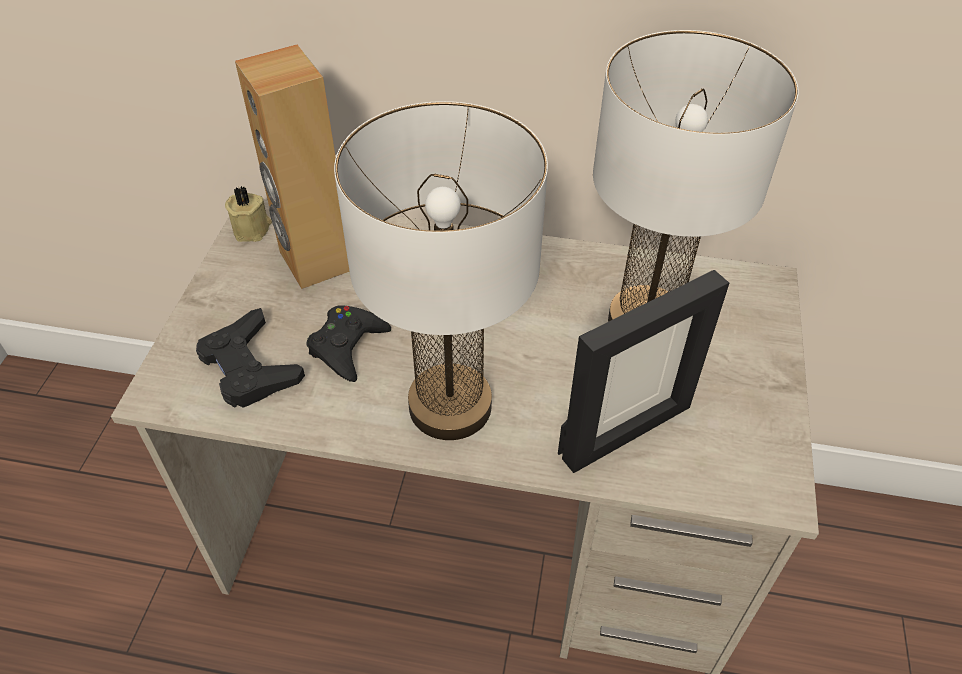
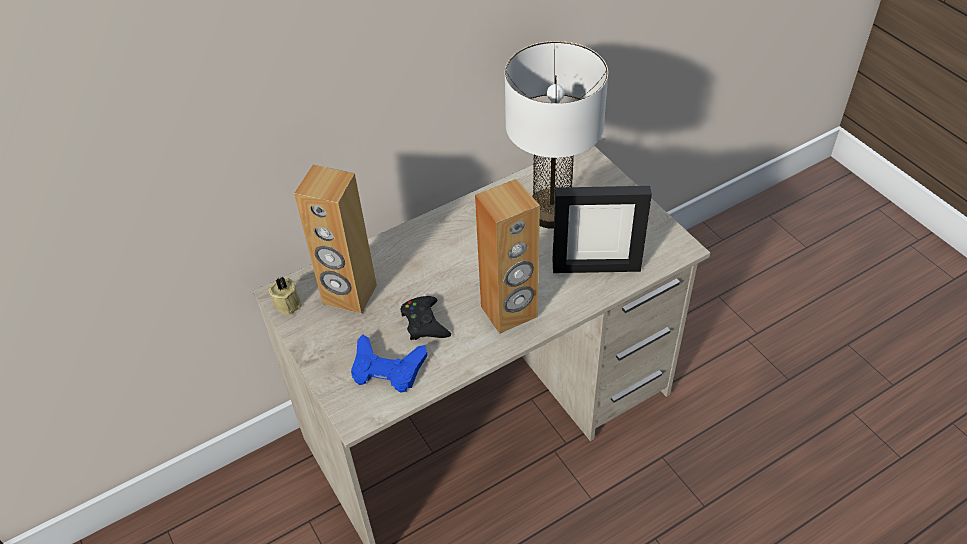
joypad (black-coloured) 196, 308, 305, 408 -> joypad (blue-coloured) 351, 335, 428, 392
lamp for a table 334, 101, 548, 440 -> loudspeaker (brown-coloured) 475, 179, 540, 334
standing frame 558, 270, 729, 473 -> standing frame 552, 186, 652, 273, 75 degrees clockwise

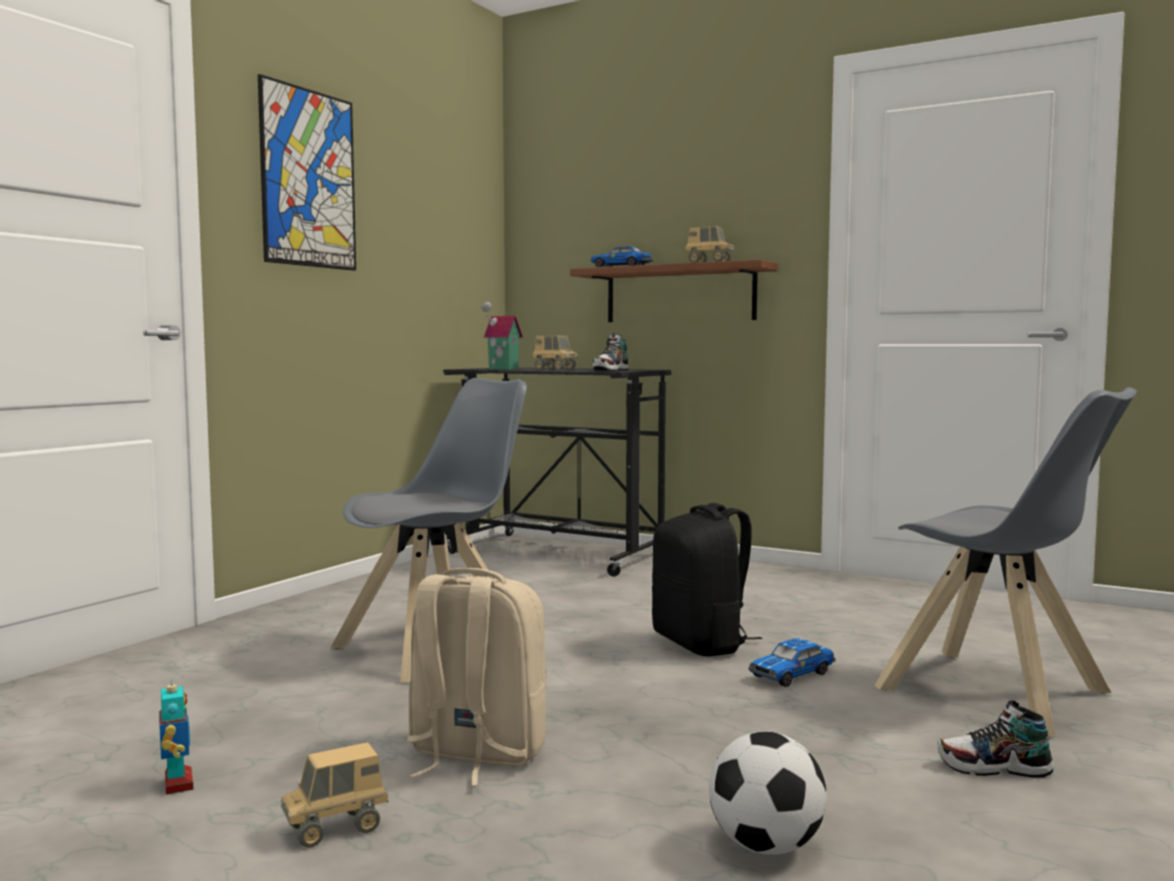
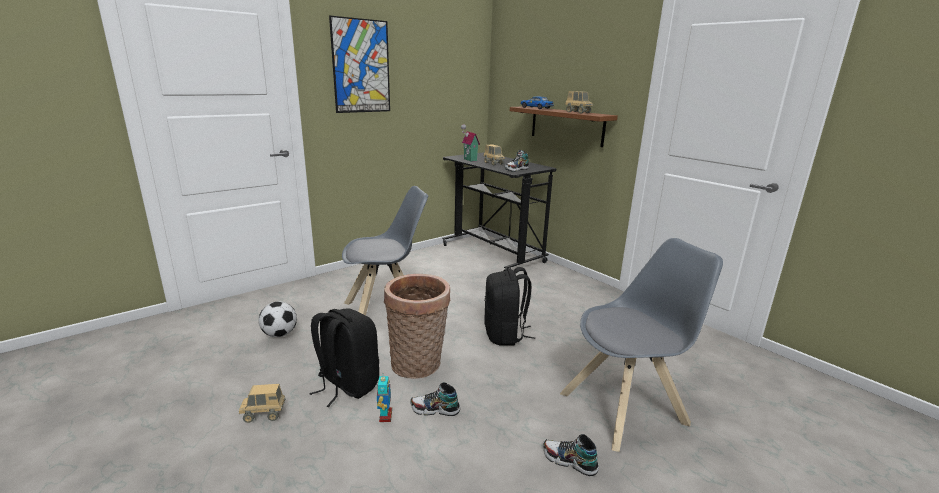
robot figure 159, 674, 193, 795 -> robot figure 377, 375, 392, 422, shifted
rucksack (sand-coloured) 406, 568, 547, 787 -> rucksack (black-coloured) 309, 308, 379, 407
football ball 709, 731, 827, 855 -> football ball 259, 301, 297, 337, shifted
miniature car 748, 638, 835, 687 -> none
chair (greyish) 874, 387, 1137, 737 -> chair (greyish) 560, 238, 723, 452, 90 degrees counterclockwise
none -> basket 384, 274, 450, 379
none -> low shoe 410, 382, 460, 416

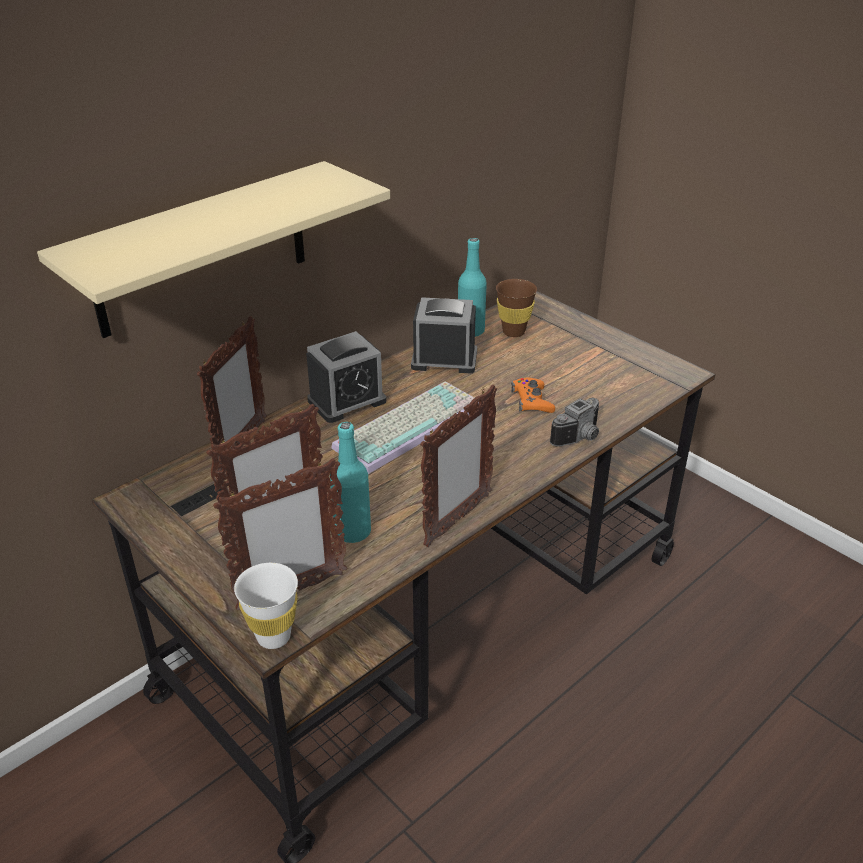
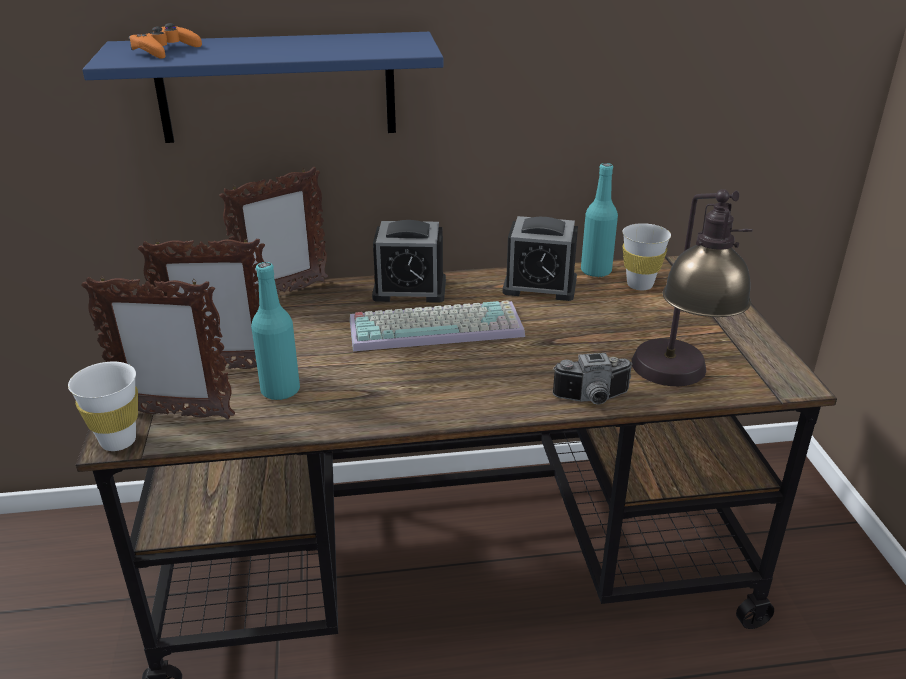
wall shelf (sand-coloured) 37, 161, 390, 338 -> wall shelf (blue-coloured) 82, 32, 443, 143
alarm clock 411, 297, 477, 374 -> alarm clock 503, 216, 578, 301, 150 degrees clockwise
standing frame 420, 384, 497, 547 -> none
small cup (brown-coloured) 496, 279, 537, 337 -> small cup (white-coloured) 622, 223, 671, 290
joypad (orange-coloured) 511, 378, 555, 413 -> joypad (orange-coloured) 129, 23, 202, 59, shifted
none -> lamp for a table 631, 189, 753, 386

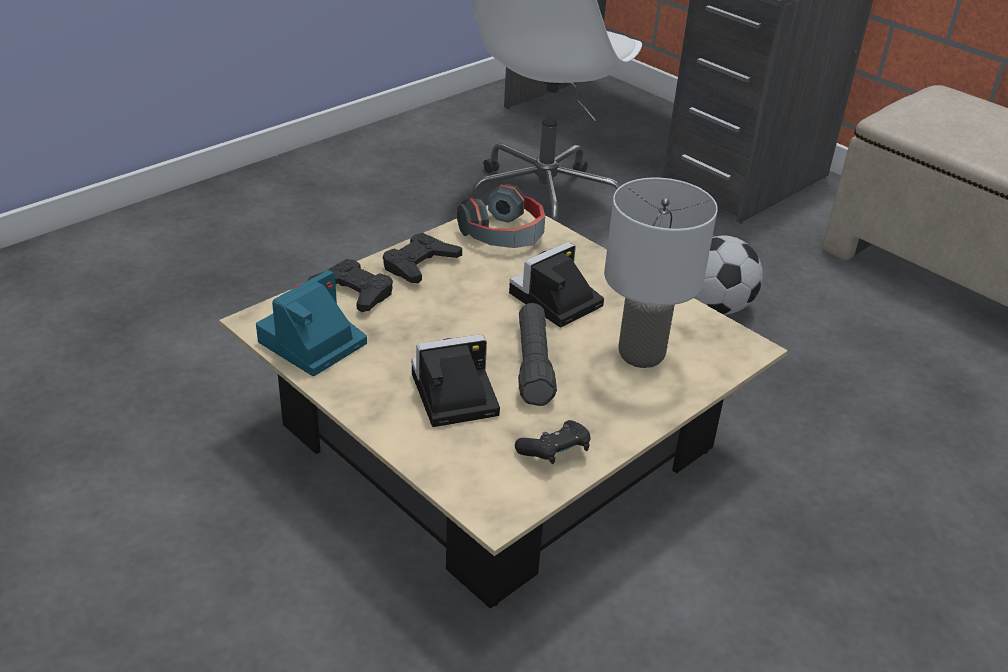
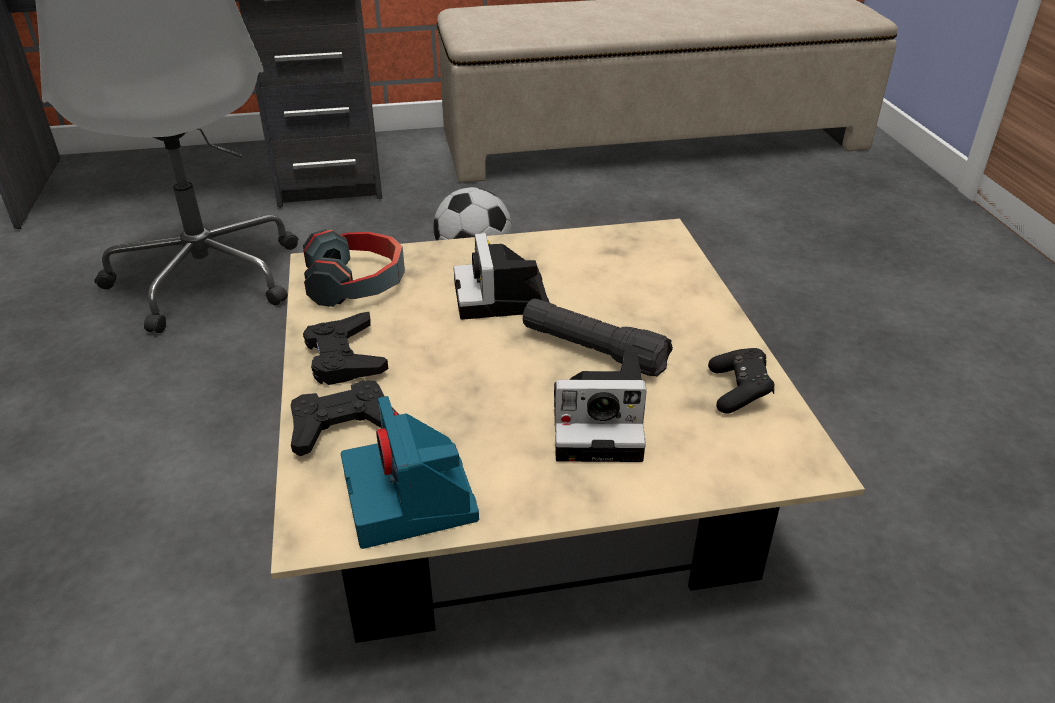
photo camera 411, 334, 500, 427 -> photo camera 554, 351, 647, 462, 105 degrees counterclockwise
lamp for a table (white-coloured) 604, 178, 718, 368 -> none

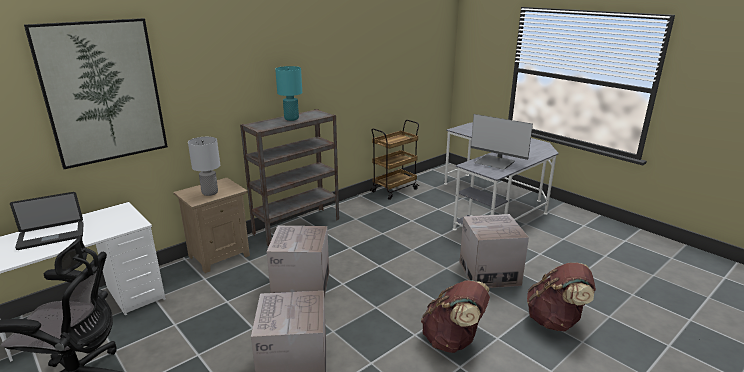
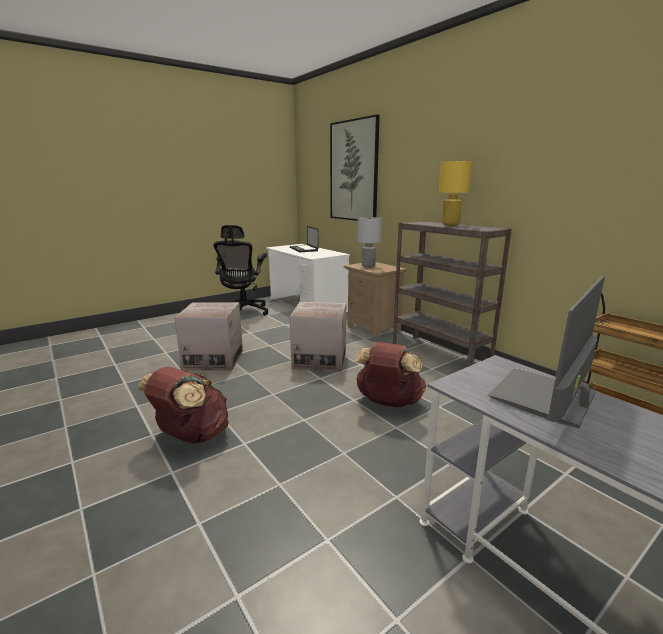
lamp for a table (turquoise) 275, 66, 302, 121 -> lamp for a table (yellow) 439, 161, 472, 226
cardboard box 460, 214, 529, 288 -> none
rucksack (brown-coloured) 527, 262, 596, 331 -> rucksack (brown-coloured) 354, 342, 426, 407, shifted

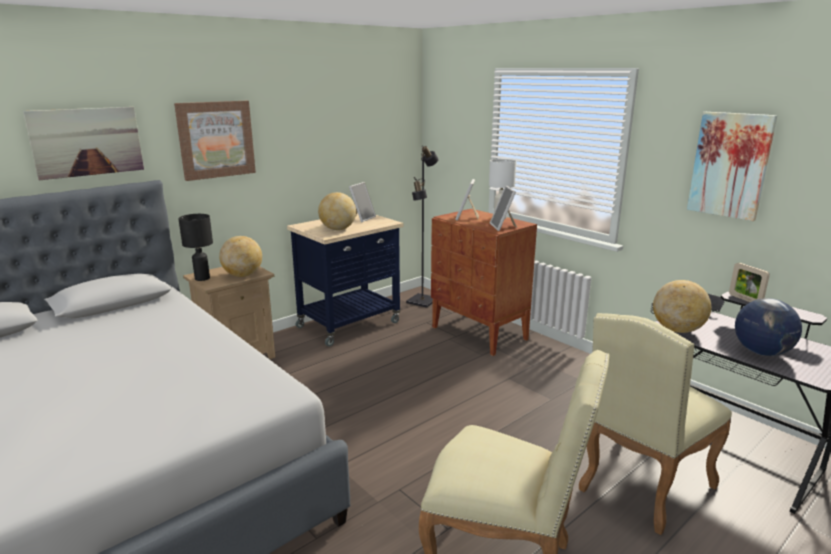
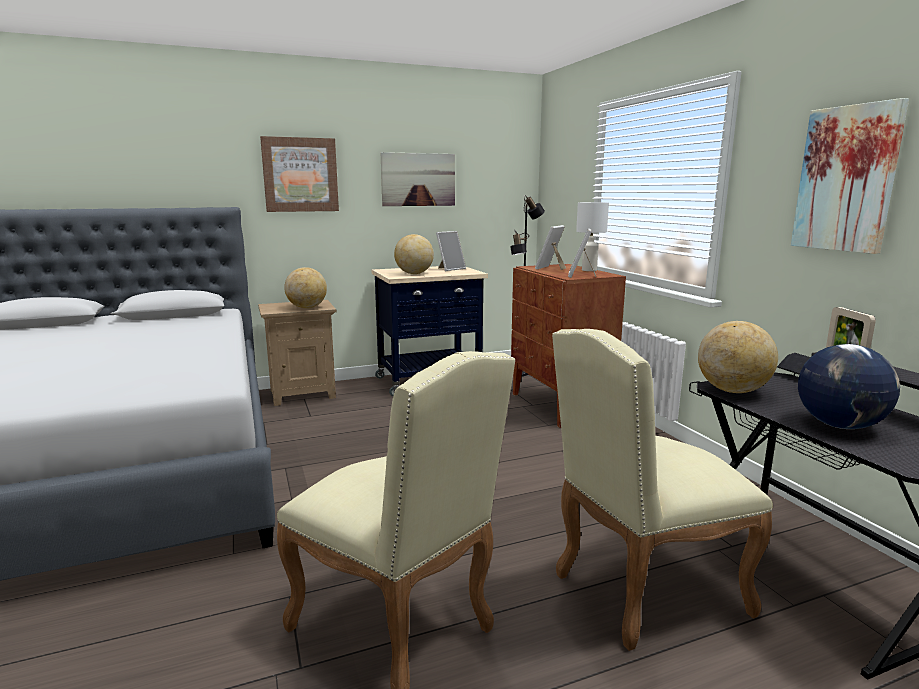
wall art 23, 107, 144, 180 -> wall art 381, 152, 455, 206, shifted
lamp for a table (black-coloured) 178, 214, 213, 281 -> none

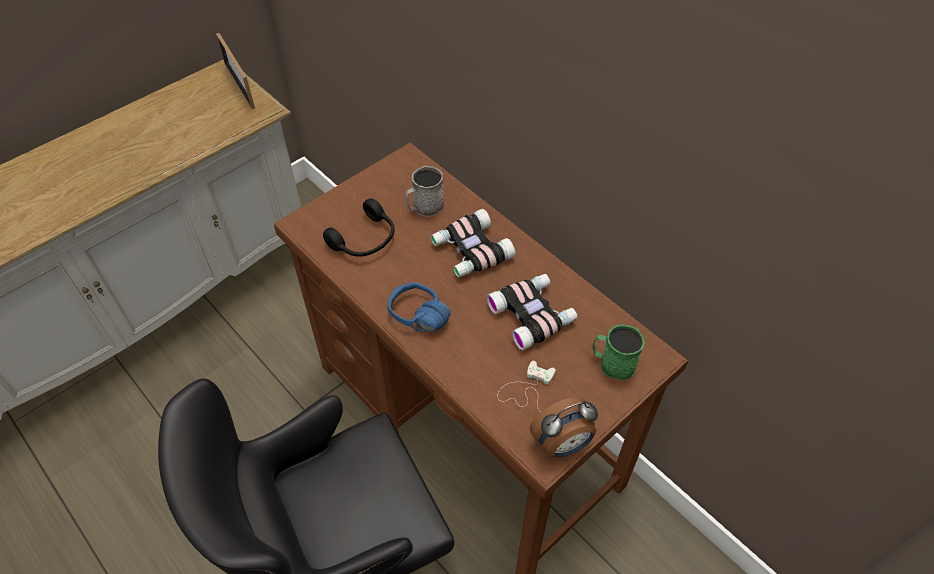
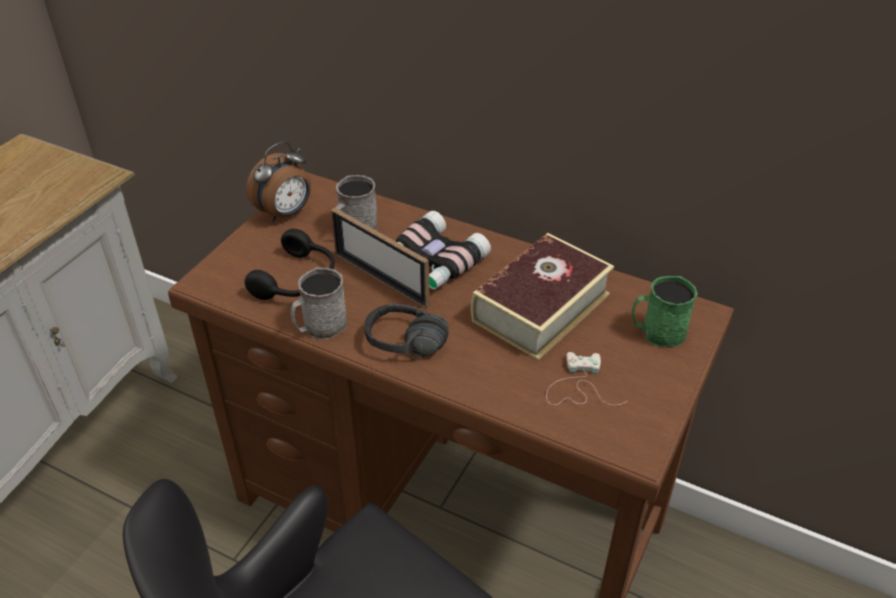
standing frame 216, 33, 255, 109 -> standing frame 331, 207, 430, 309, shifted
pair of headphones (blue-coloured) 388, 282, 451, 332 -> pair of headphones (black-coloured) 364, 304, 449, 358
pair of binoculars 487, 274, 578, 351 -> volume 471, 233, 614, 360
alarm clock 530, 397, 598, 457 -> alarm clock 246, 142, 311, 222, shifted
none -> mug (greyish) 291, 267, 347, 340

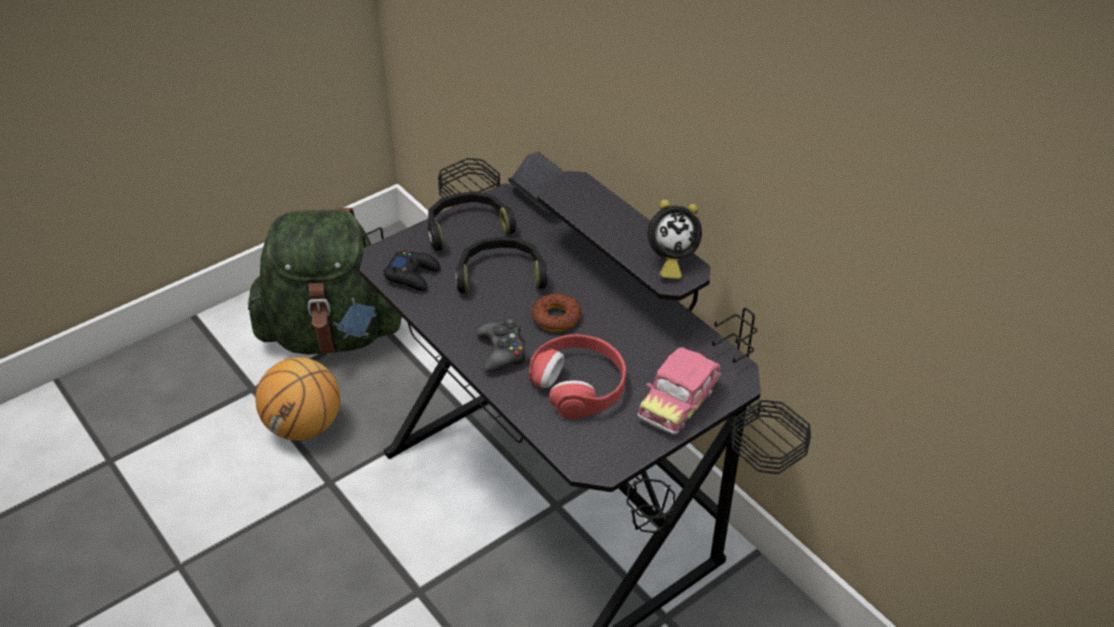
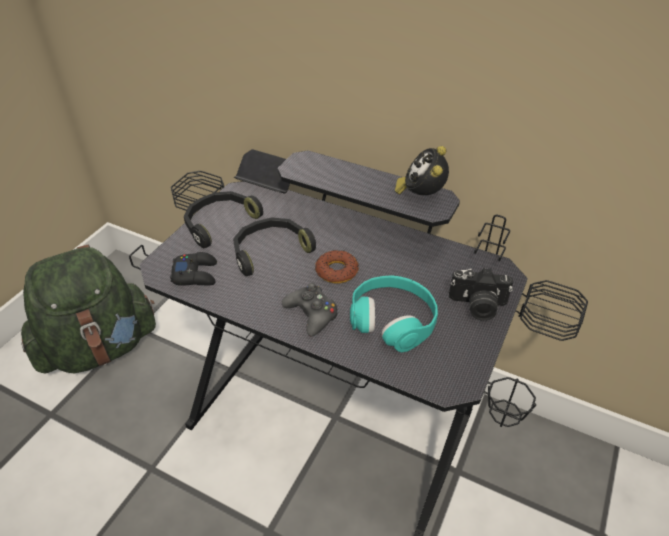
ball for basketball 255, 357, 340, 441 -> none
pair of headphones (reddish) 529, 334, 626, 419 -> pair of headphones (turquoise) 350, 275, 438, 352
miniature car 637, 347, 721, 435 -> photo camera 449, 268, 513, 321
alarm clock 648, 200, 702, 279 -> alarm clock 395, 146, 449, 195, 135 degrees clockwise

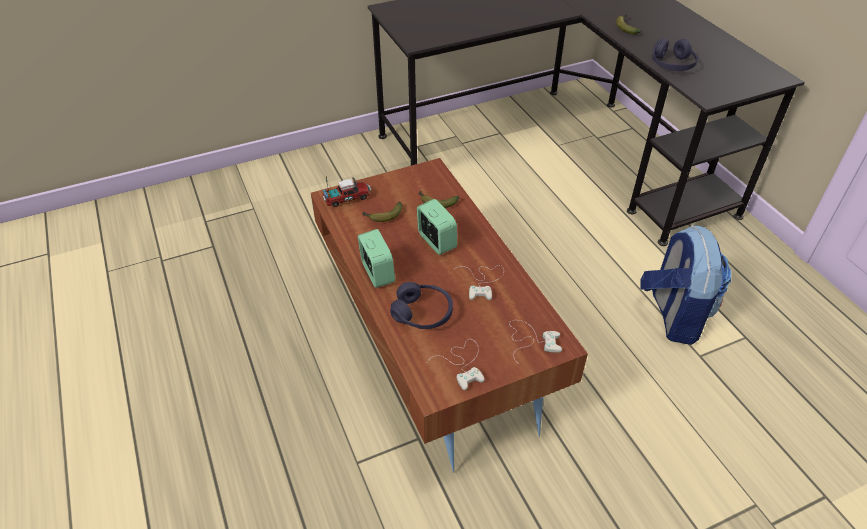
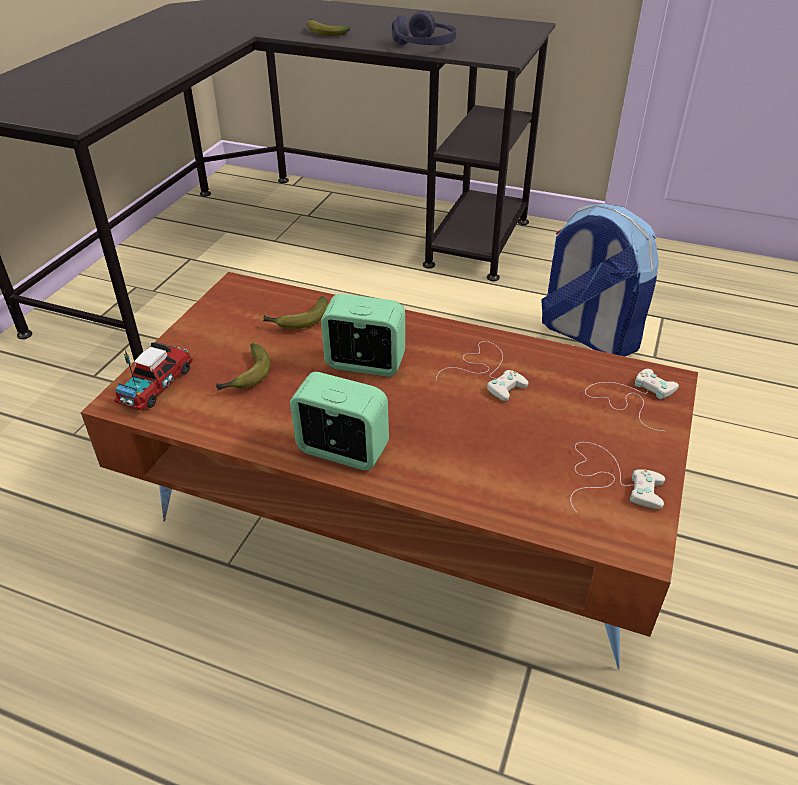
pair of headphones (purple-coloured) 390, 282, 453, 329 -> none

